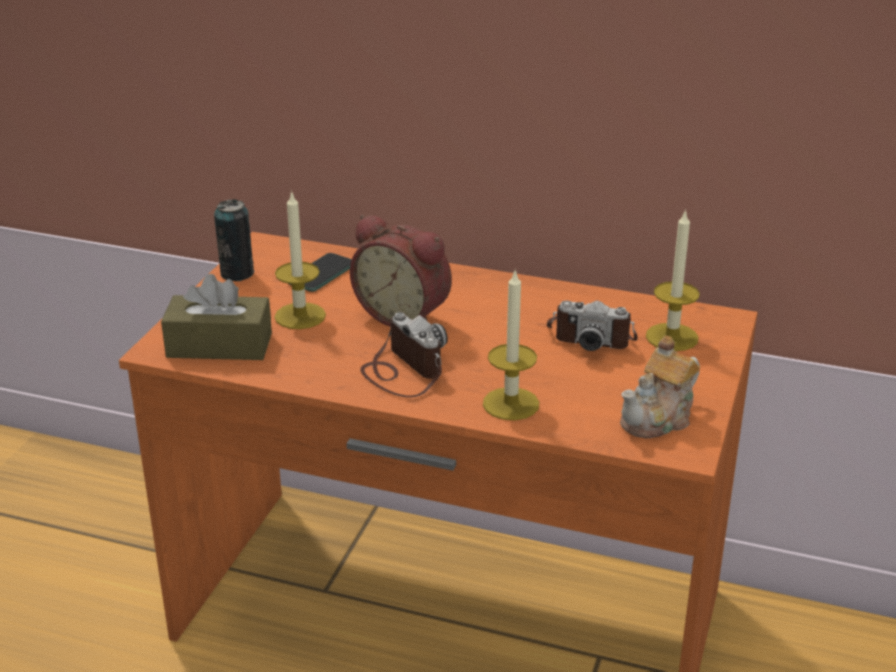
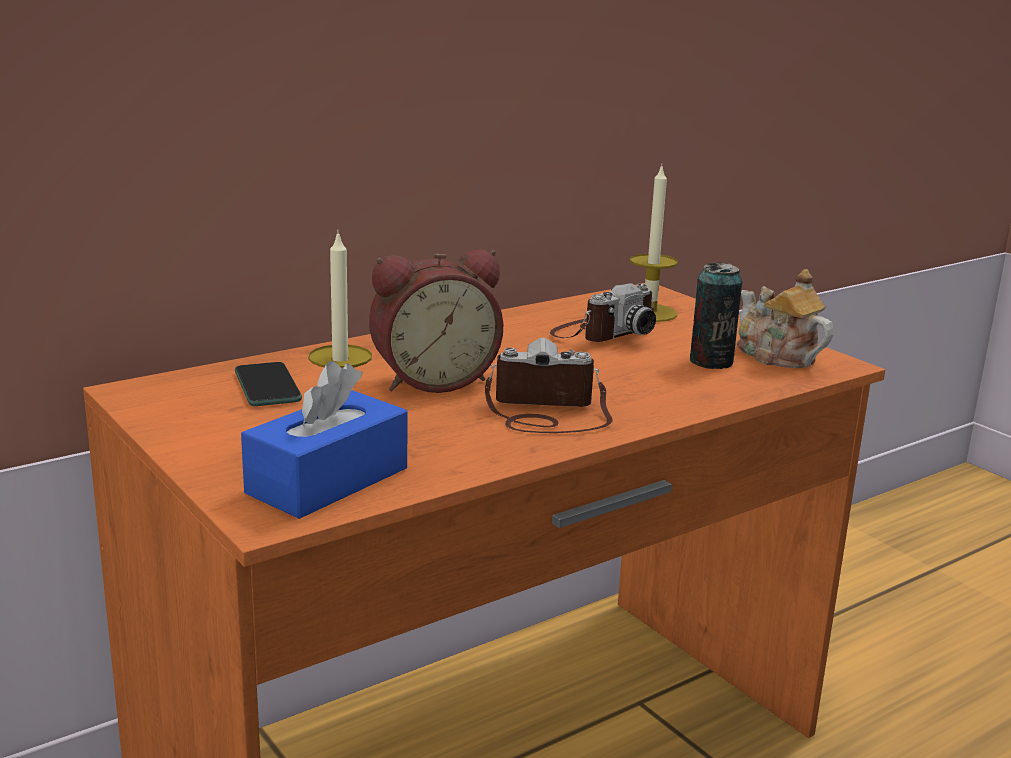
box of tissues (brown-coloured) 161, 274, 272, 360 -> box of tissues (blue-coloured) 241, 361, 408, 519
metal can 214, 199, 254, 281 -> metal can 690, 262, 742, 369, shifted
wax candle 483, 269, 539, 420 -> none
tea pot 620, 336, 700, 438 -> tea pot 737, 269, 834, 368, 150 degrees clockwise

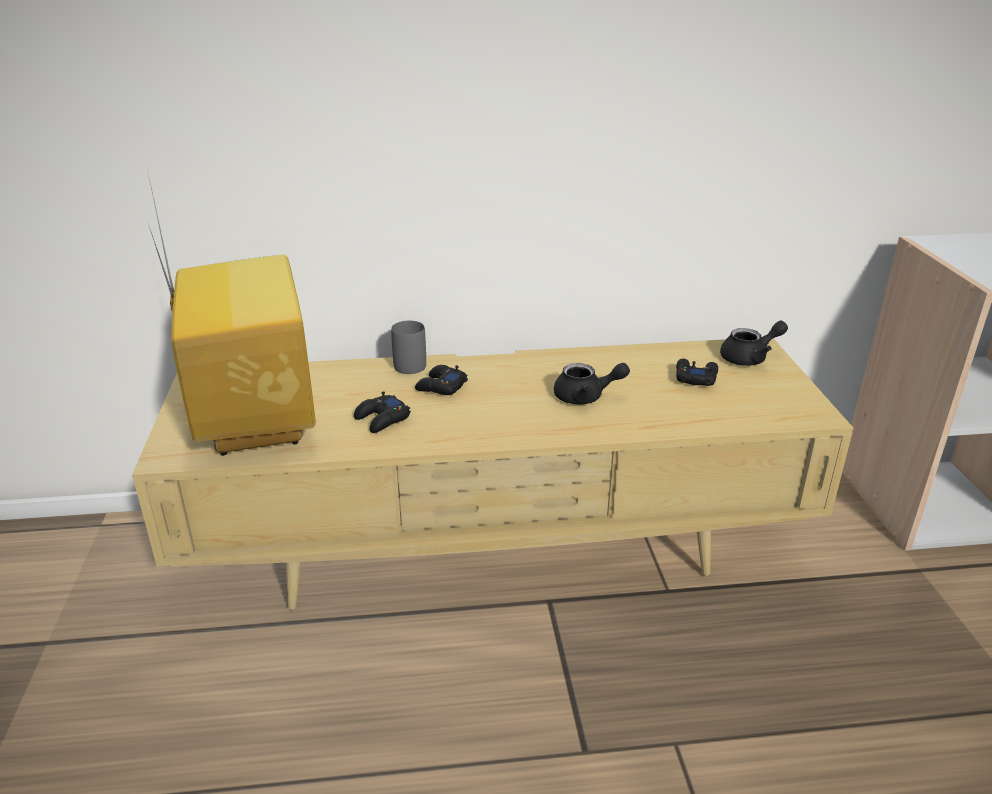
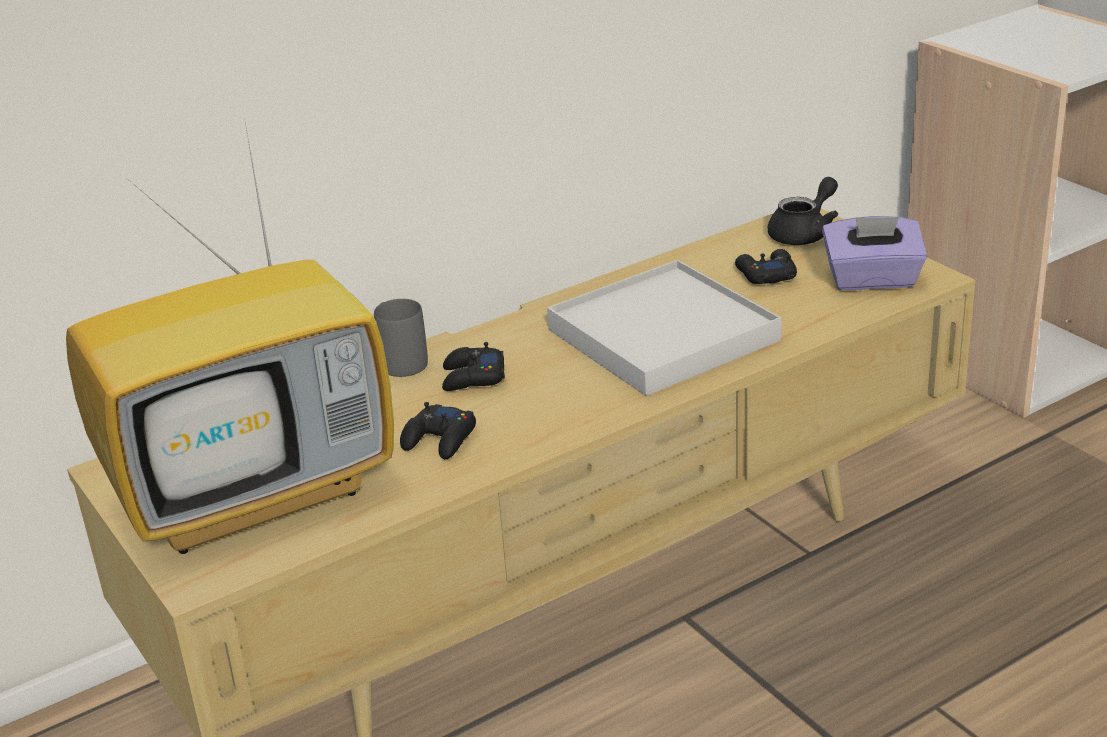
TV 147, 169, 316, 456 -> TV 66, 117, 394, 554, 105 degrees clockwise
tea pot (black-coloured) 554, 363, 630, 404 -> serving tray (white-coloured) 547, 260, 782, 396
none -> box of tissues (purple-coloured) 822, 216, 927, 290

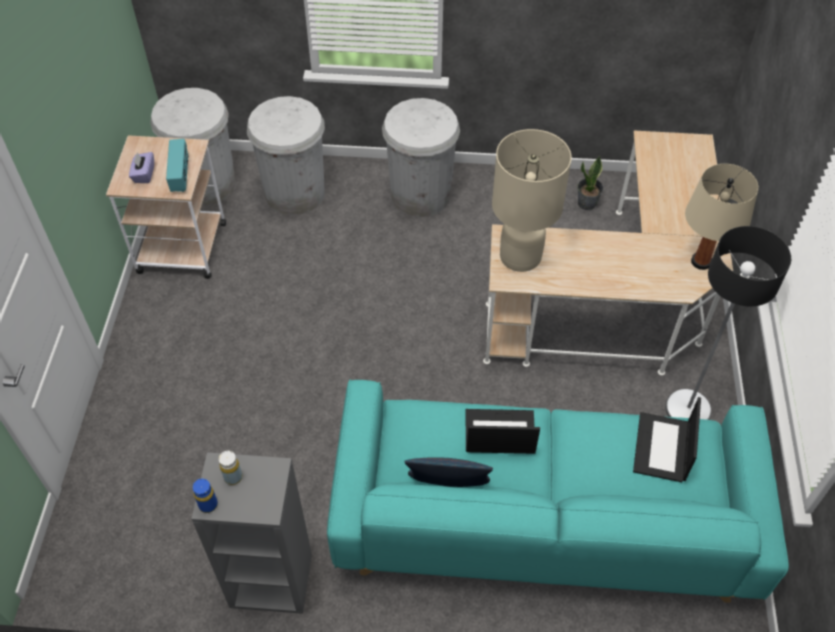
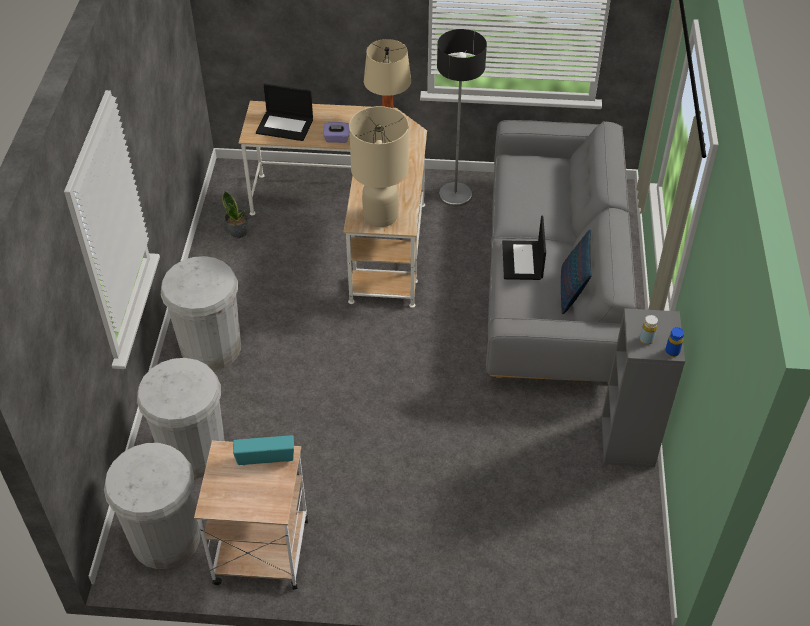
box of tissues (purple-coloured) 129, 152, 154, 183 -> box of tissues (purple-coloured) 323, 122, 349, 143, shifted
couch (turquoise) 327, 379, 789, 603 -> couch (greyish) 486, 120, 636, 383
portable computer 633, 397, 701, 482 -> portable computer 256, 83, 313, 141, shifted

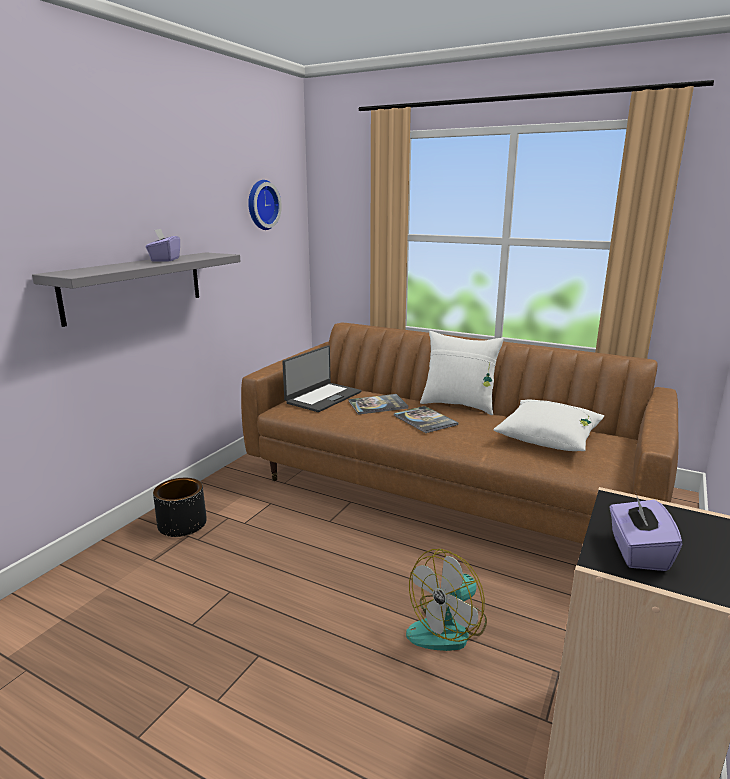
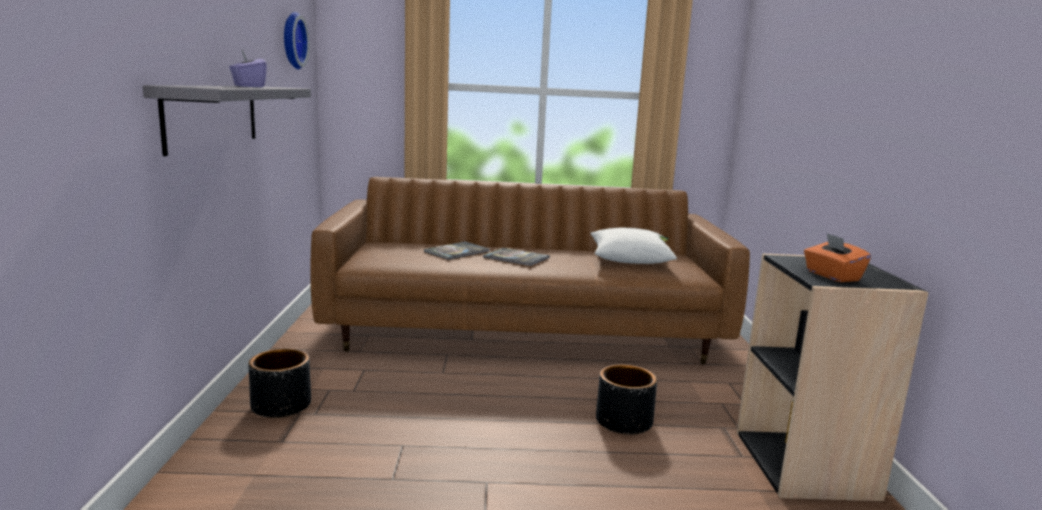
portable computer 282, 345, 361, 412 -> none
fan 406, 549, 487, 651 -> flower pot (black-coloured) 596, 364, 657, 435
pillow (white-coloured) 420, 331, 503, 415 -> none
box of tissues (purple-coloured) 609, 495, 683, 571 -> box of tissues (orange-coloured) 804, 233, 871, 282

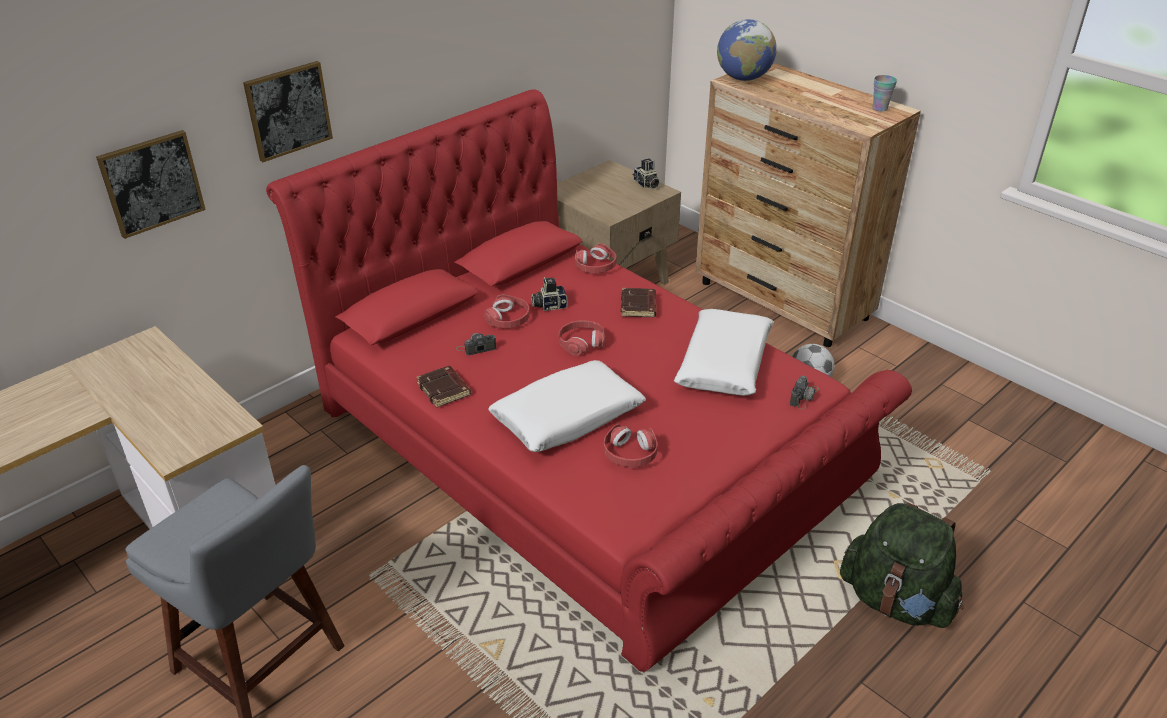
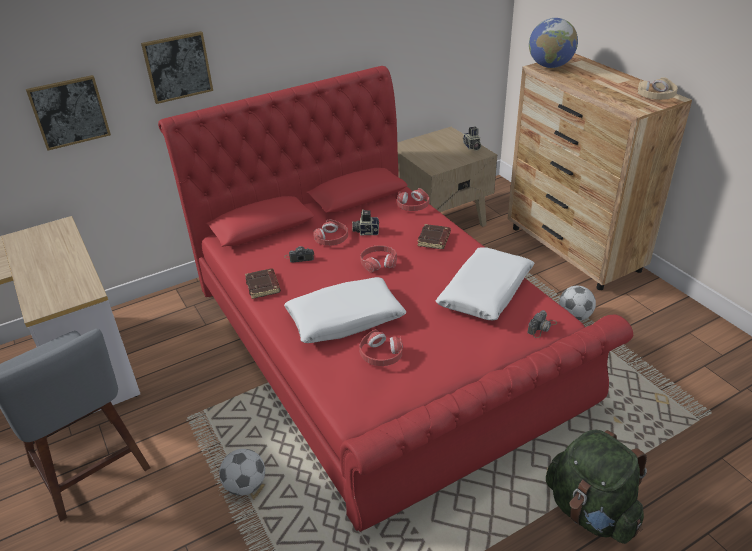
small cup 873, 75, 897, 111 -> pair of headphones (sand-coloured) 638, 77, 678, 100
none -> football ball 219, 449, 265, 496

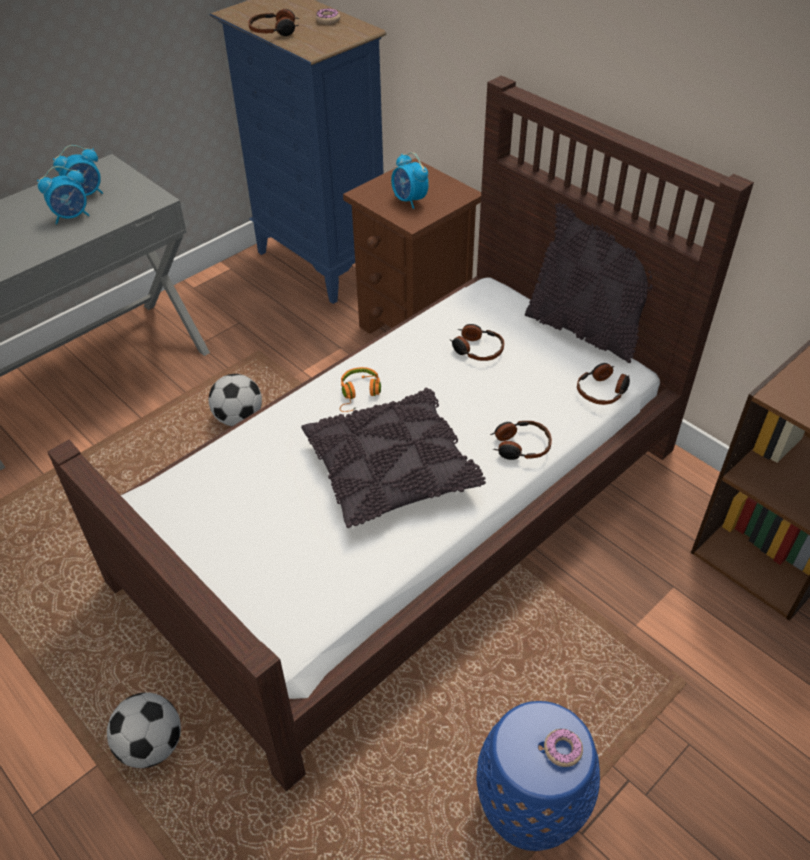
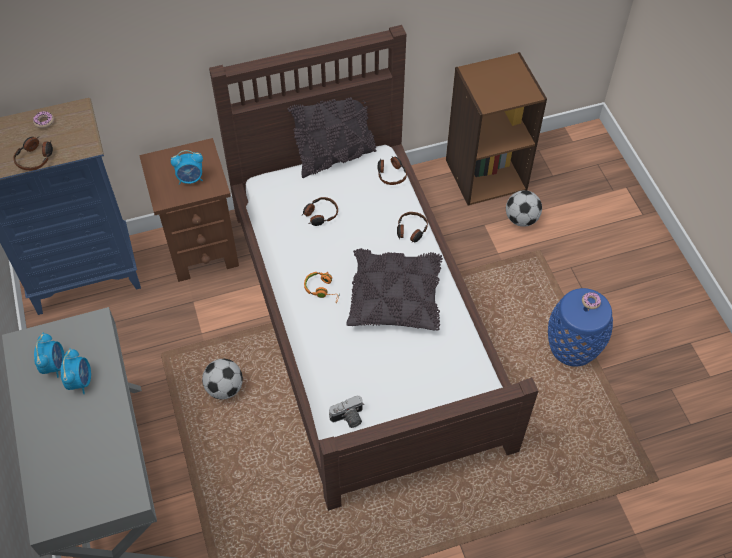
football ball 107, 692, 181, 768 -> football ball 506, 190, 542, 227, shifted
none -> photo camera 329, 395, 364, 428

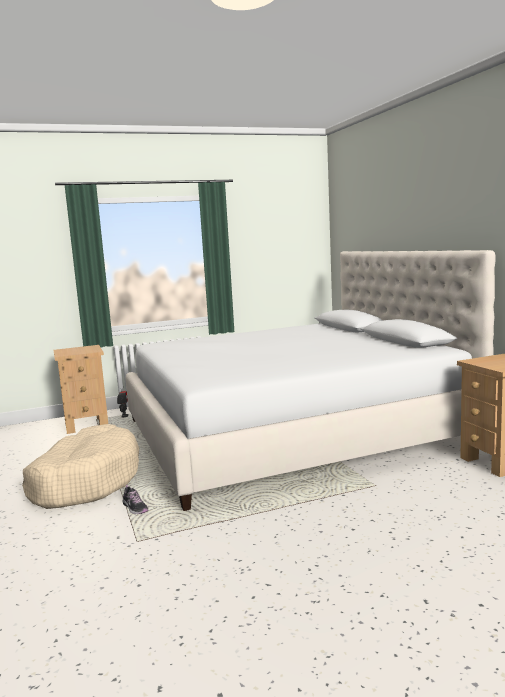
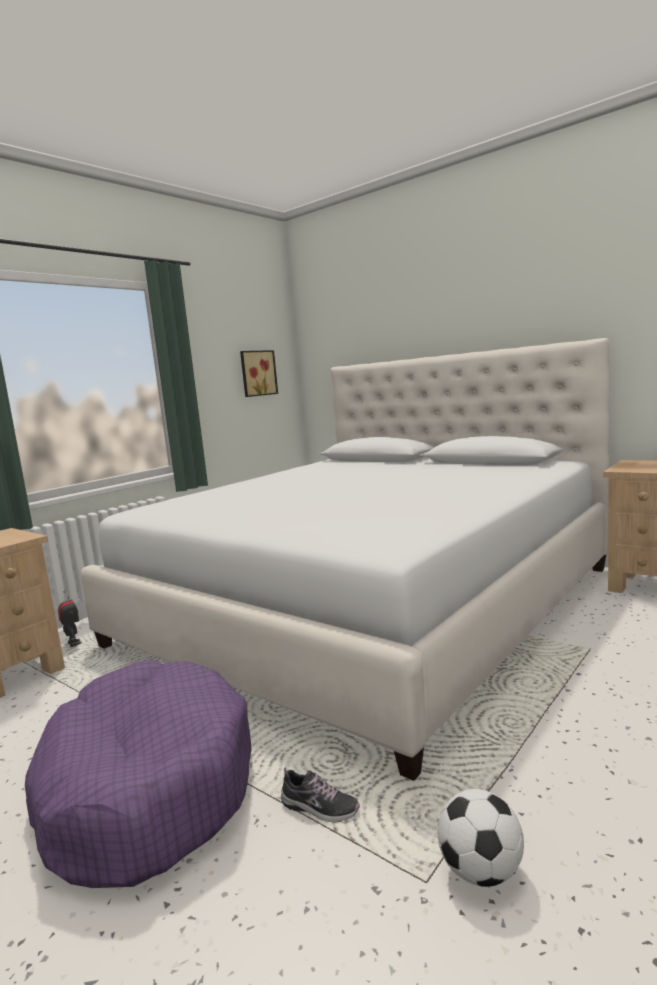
dog bed (sand-coloured) 22, 424, 139, 509 -> dog bed (purple-coloured) 25, 660, 251, 888
none -> wall art 240, 350, 278, 397
none -> football ball 437, 789, 524, 887

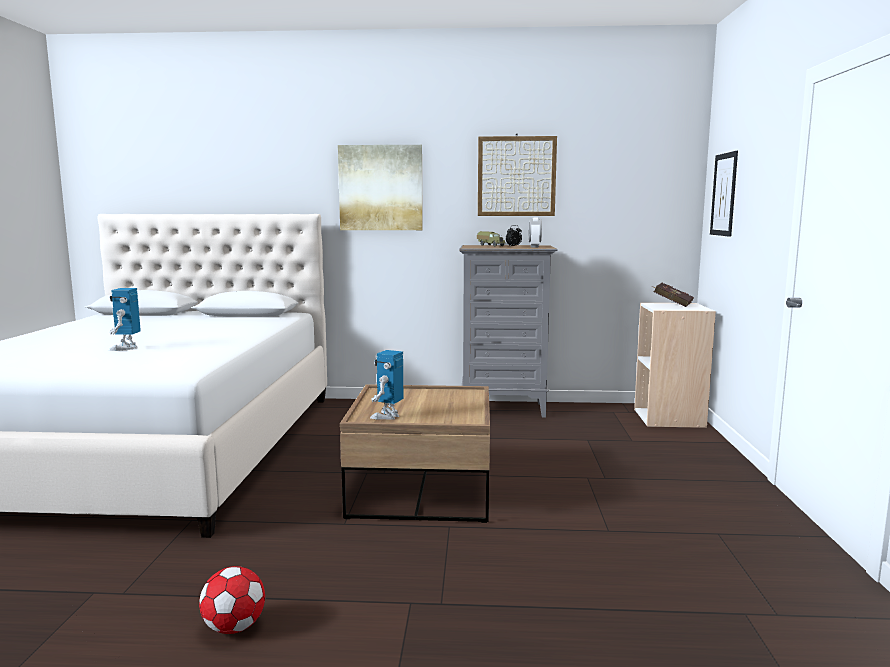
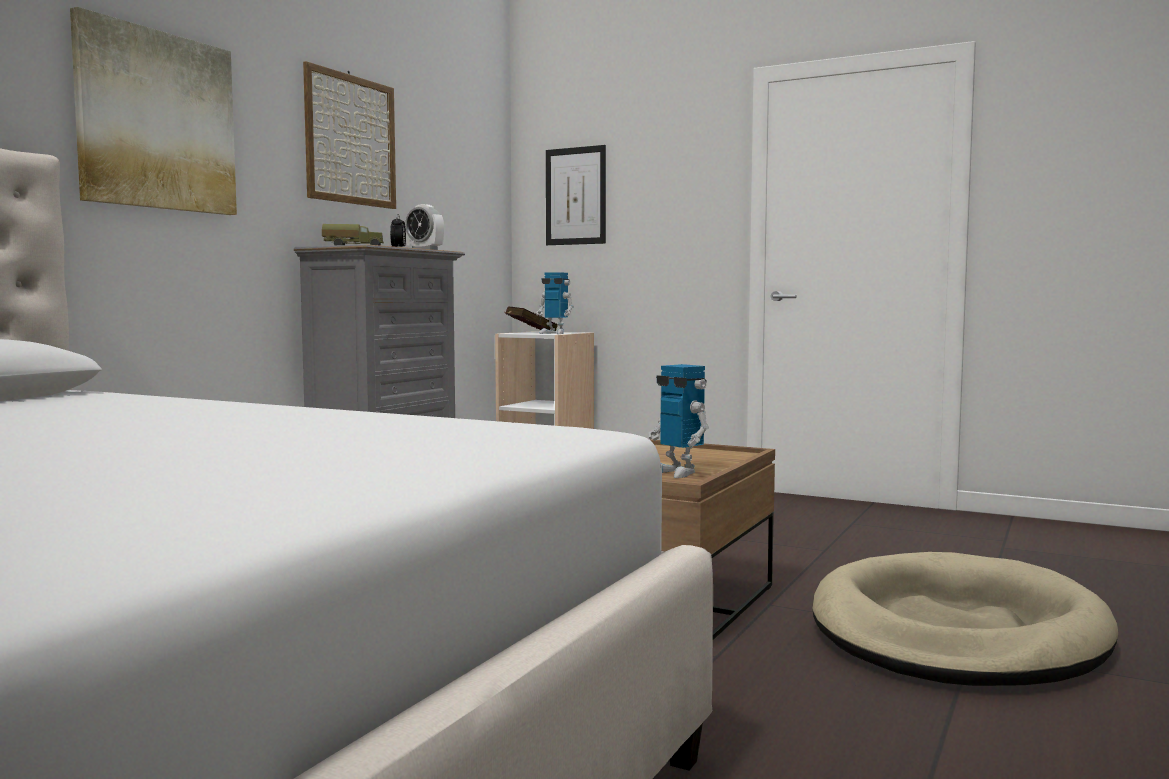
robot figure 109, 288, 140, 351 -> robot figure 536, 272, 574, 334, shifted
football ball 199, 566, 265, 634 -> none
none -> dog bed (sand-coloured) 812, 552, 1118, 686

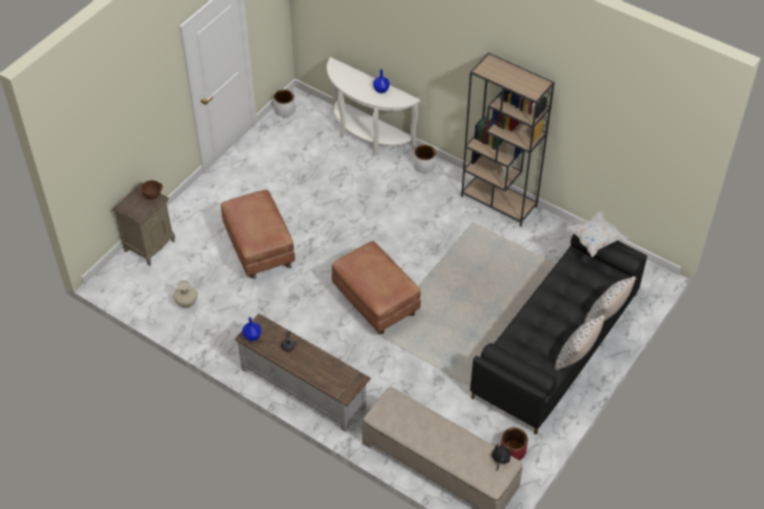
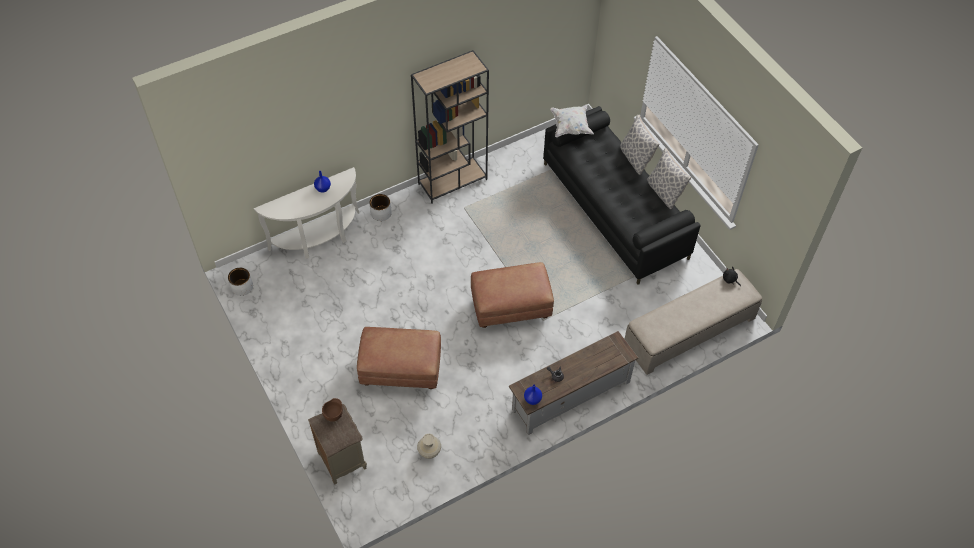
flower pot (reddish) 500, 428, 528, 460 -> none

